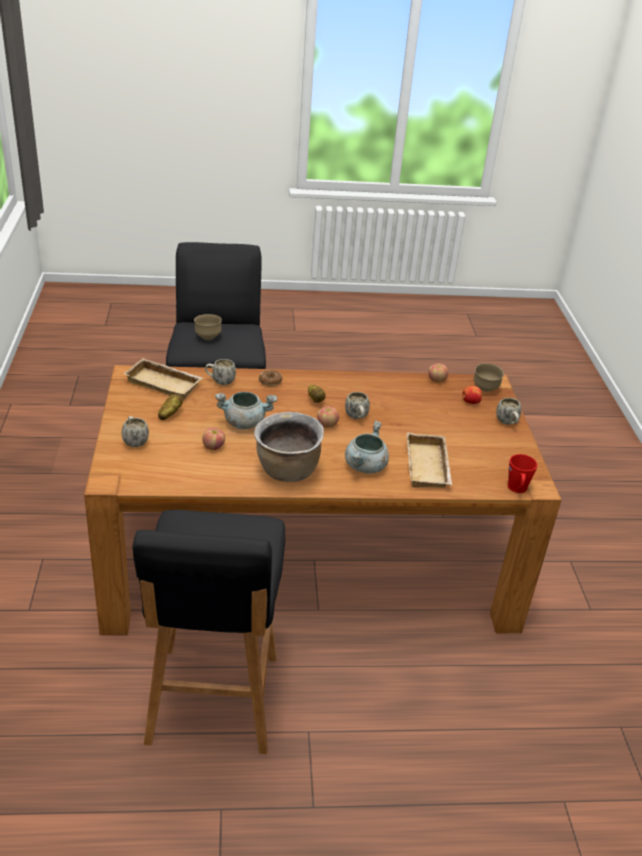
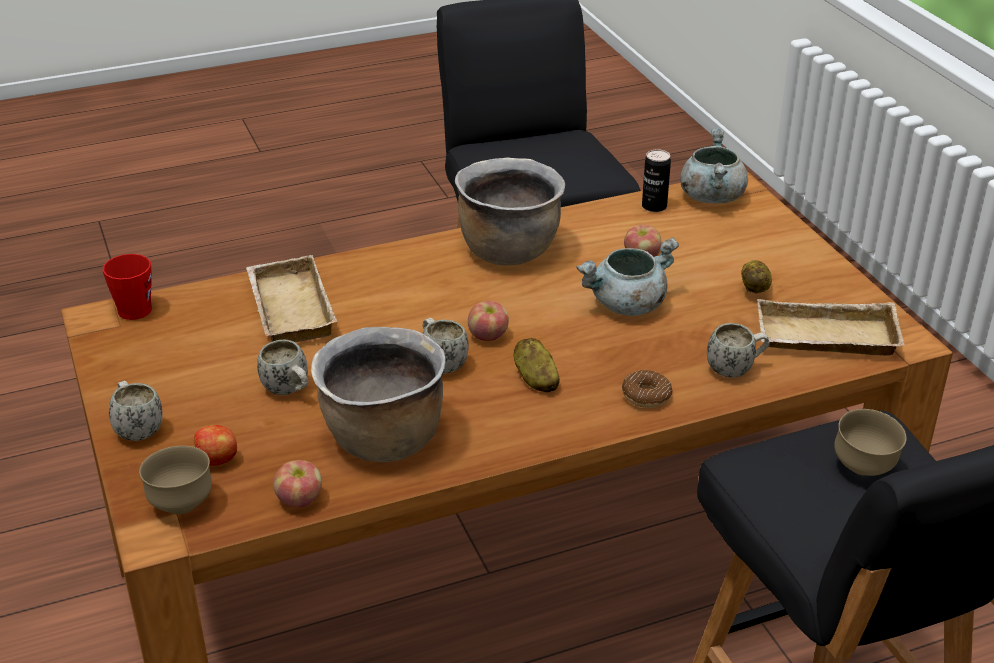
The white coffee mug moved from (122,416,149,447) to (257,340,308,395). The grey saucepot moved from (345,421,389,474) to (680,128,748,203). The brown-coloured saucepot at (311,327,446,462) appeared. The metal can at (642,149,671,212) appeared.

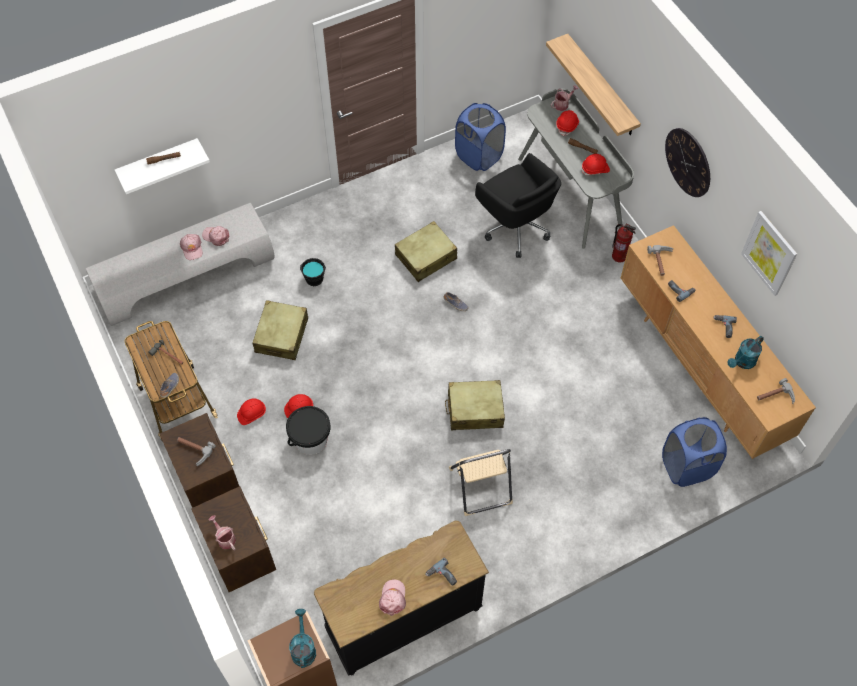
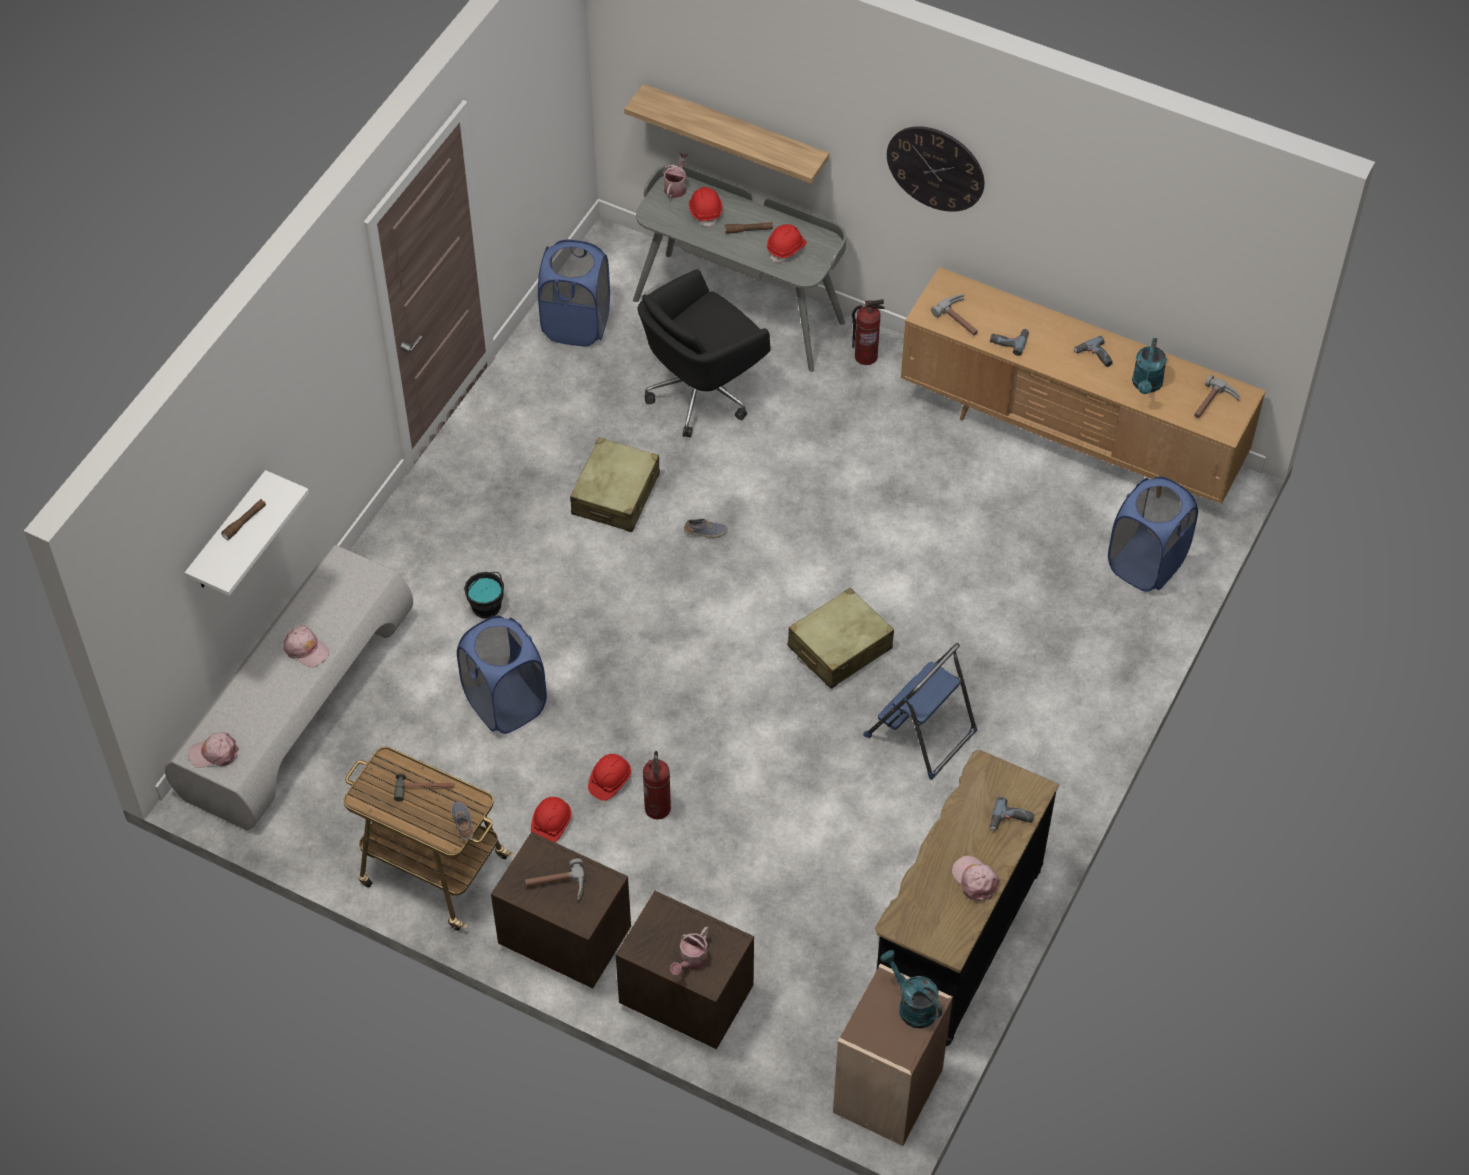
The pink baseball cap moved from (202,226,230,246) to (188,732,239,768). The watering can at (209,515,236,551) turned 75 degrees counterclockwise. The beige-coloured suitcase at (253,300,308,360) was replaced by the blue hamper at (457,616,547,734). The black-coloured bucket at (286,406,331,455) was replaced by the extinguisher at (643,751,671,820). The beige-coloured stepladder at (449,449,513,516) became the blue stepladder at (863,643,977,780). The black-coloured office chair at (475,153,561,258) turned 120 degrees clockwise. The picture at (741,211,797,296) disappeared.

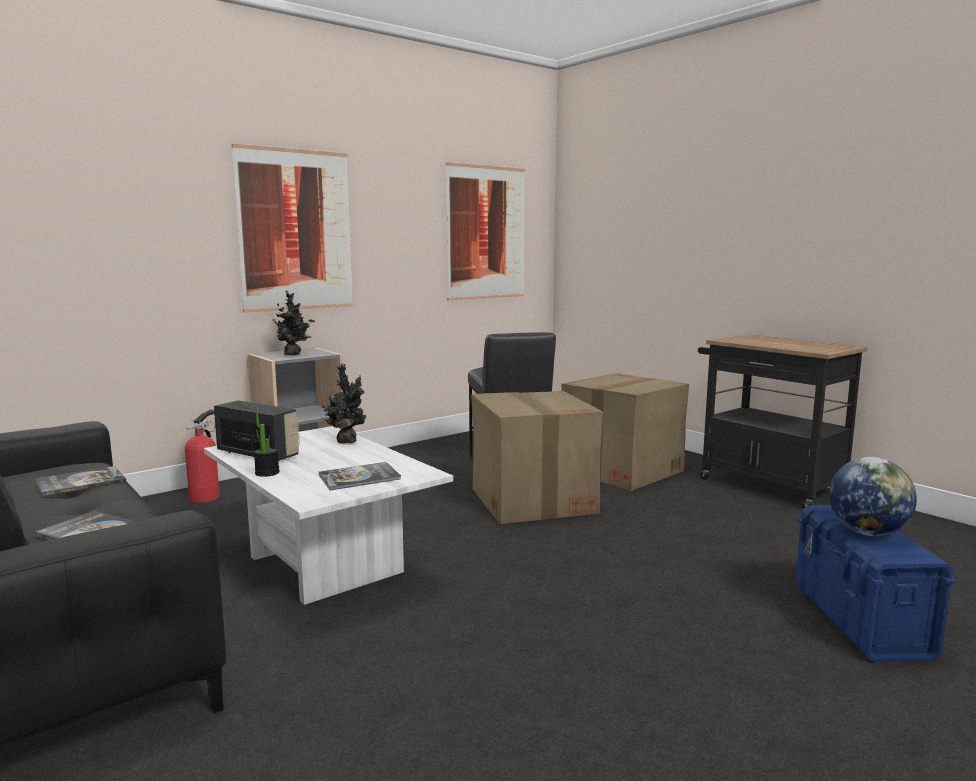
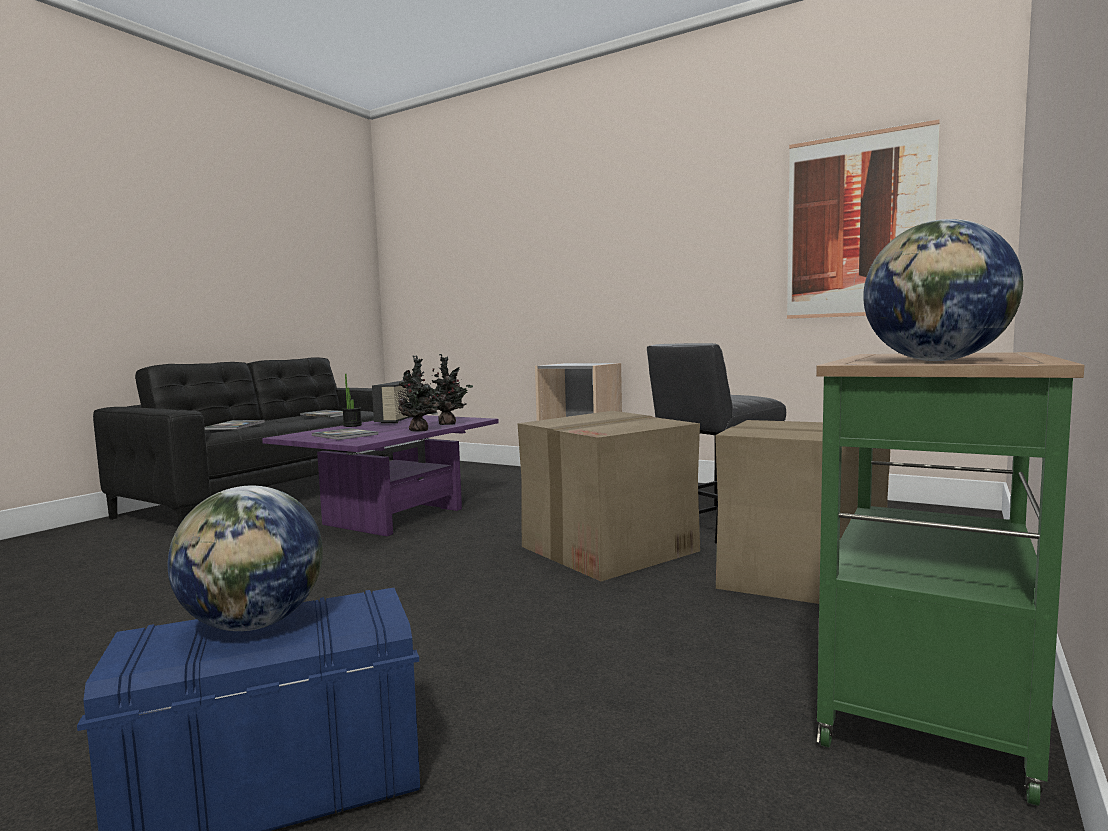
The extinguisher at (185,410,220,503) disappeared. The white low table at (204,426,453,605) became the purple low table at (262,415,499,536). The picture at (232,144,353,313) disappeared. The potted plant moved from (269,291,315,355) to (398,355,439,432). The black-coloured trolley at (698,334,868,509) became the greenish trolley at (816,352,1085,806). The world globe at (863,219,1023,361) appeared.

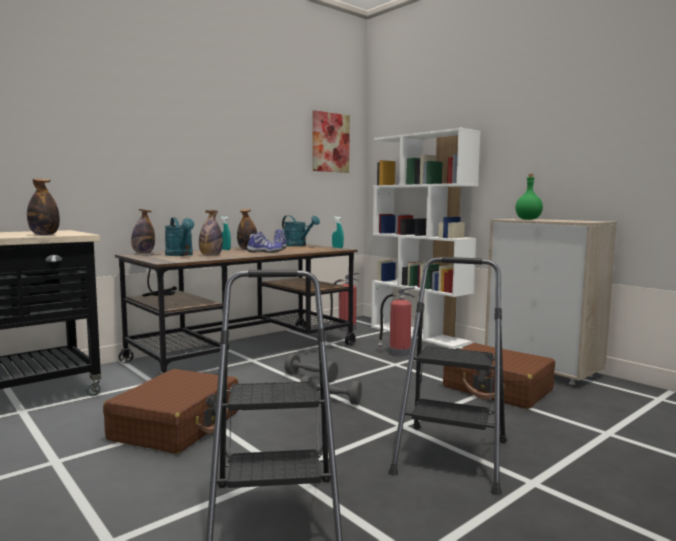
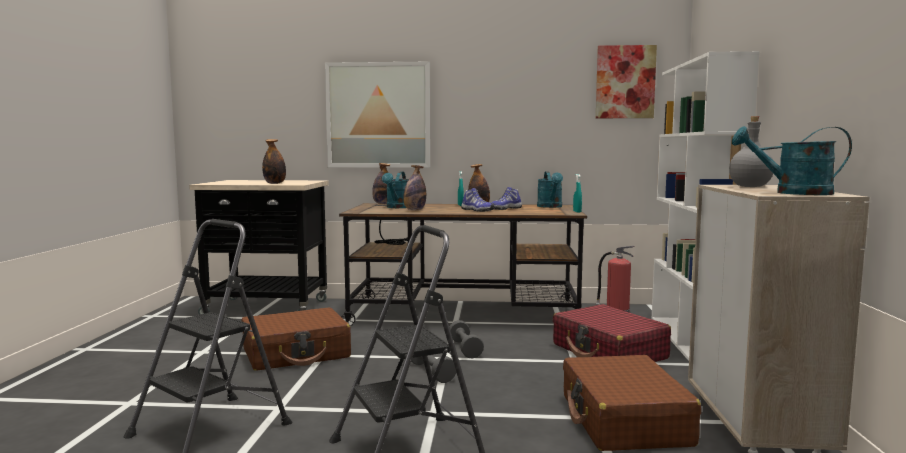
The extinguisher at (378,287,415,356) was replaced by the reddish suitcase at (553,304,671,362). The greenish beverage bottle at (515,174,543,220) became the grey beverage bottle at (729,116,773,187). The picture at (325,62,430,168) appeared. The blue-green watering can at (732,126,852,195) appeared.

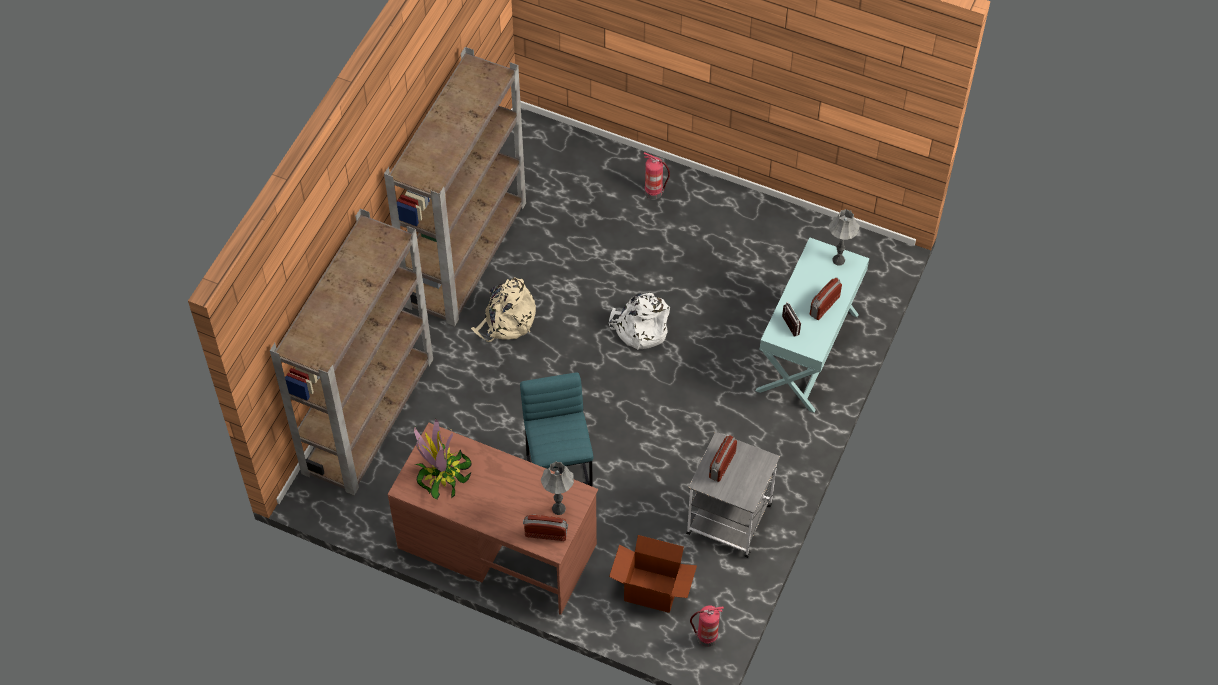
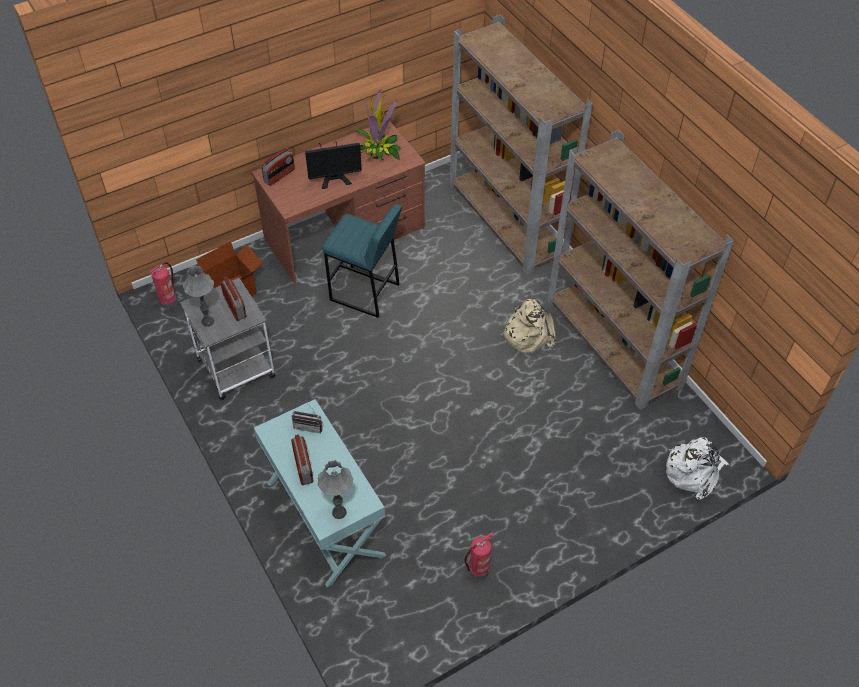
The grey tabletop lamp moved from (541,461,574,515) to (183,266,214,327). The white rucksack moved from (609,293,670,350) to (666,437,729,500). The extinguisher moved from (643,152,670,199) to (464,532,494,580). The monitor at (305,141,362,189) appeared.

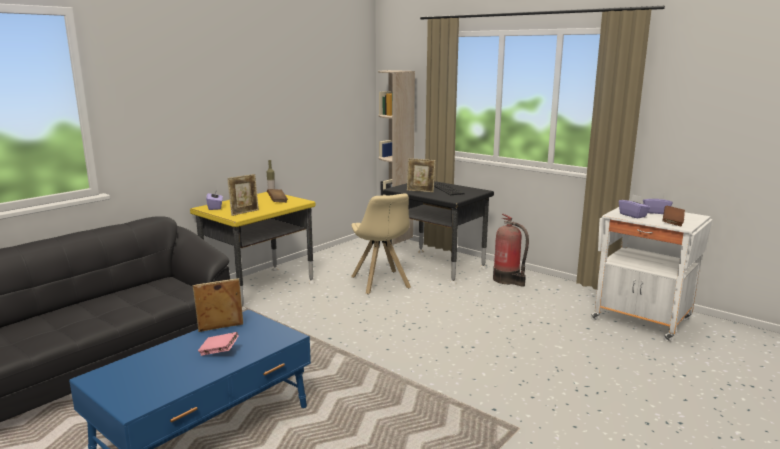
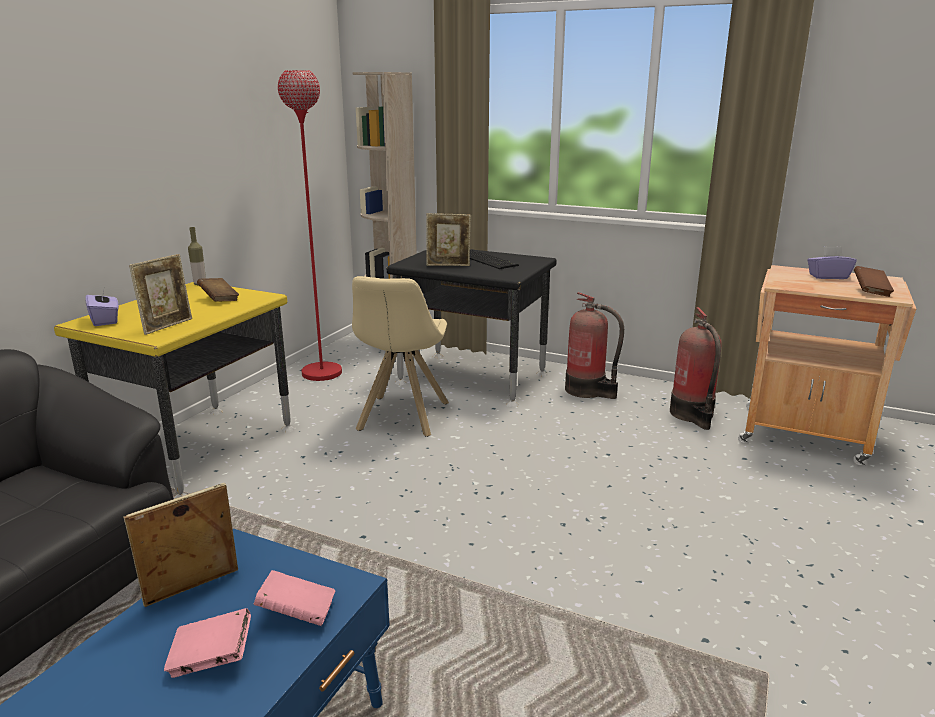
The beige-coloured chair at (351,193,411,294) turned 45 degrees clockwise. The white trolley at (591,207,713,341) became the brown-coloured trolley at (738,265,916,465). The purple tissue box at (619,194,650,218) disappeared. The pink bound book at (254,570,336,626) appeared. The reddish floor lamp at (278,70,342,381) appeared. The extinguisher at (670,307,722,430) appeared.

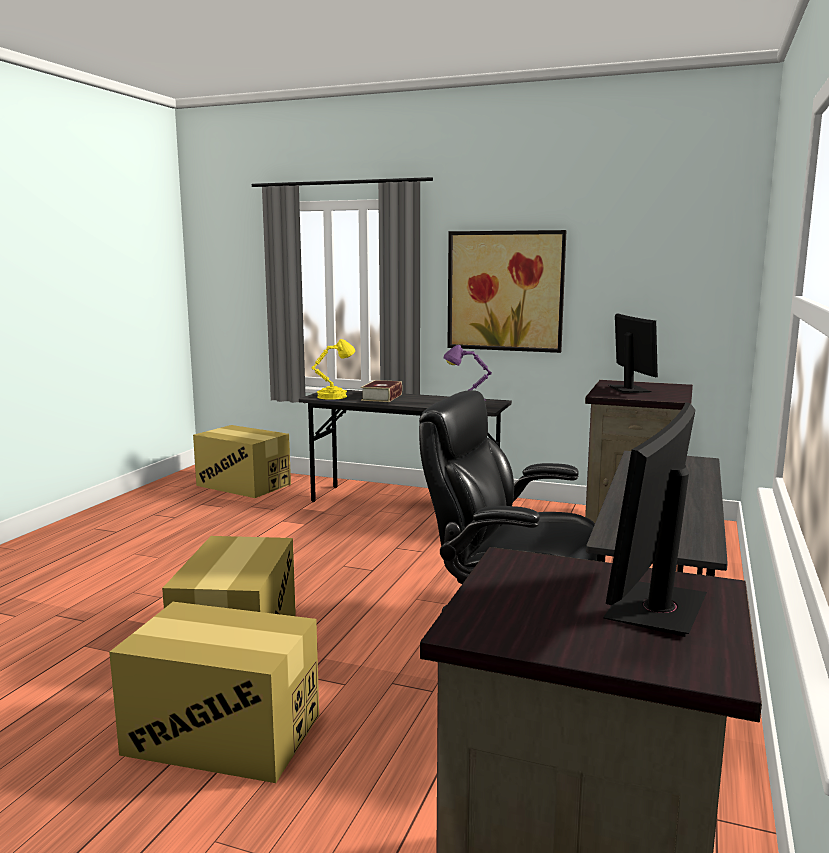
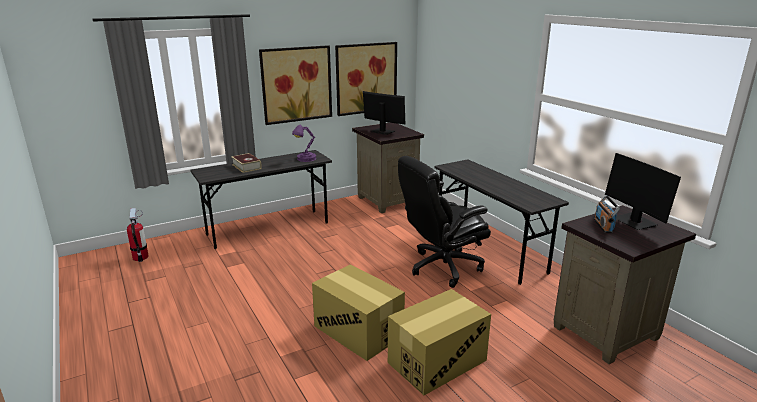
The carton at (193,425,291,498) was replaced by the extinguisher at (127,208,149,262). The yellow-coloured tabletop lamp at (311,339,355,400) disappeared. The picture at (335,42,397,116) appeared. The radio set at (594,195,620,233) appeared.

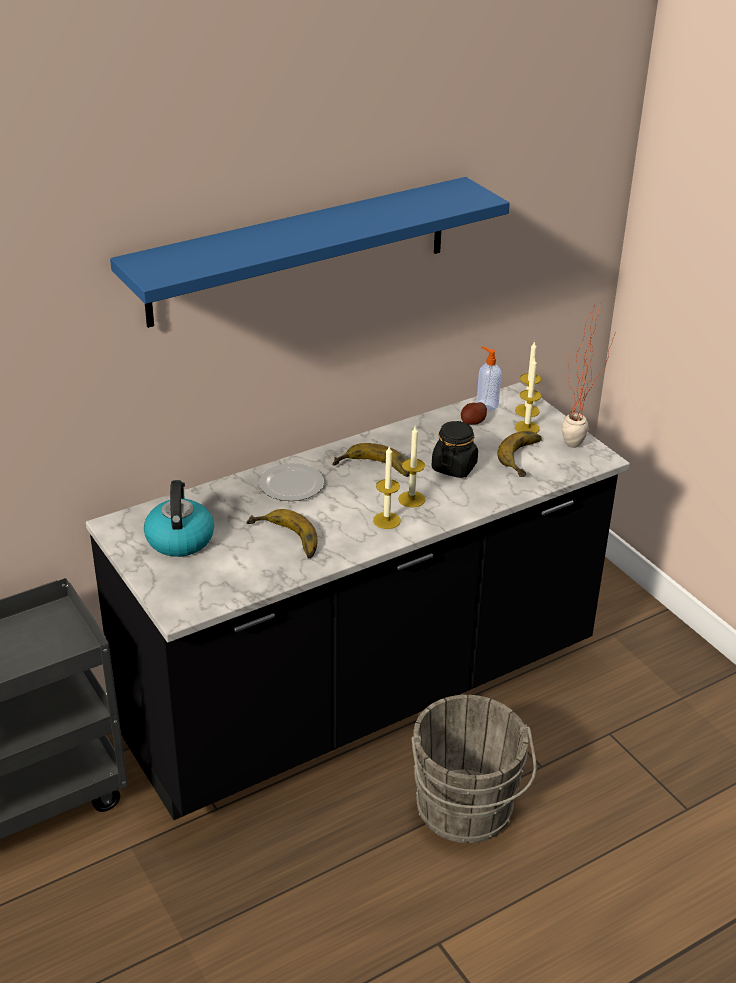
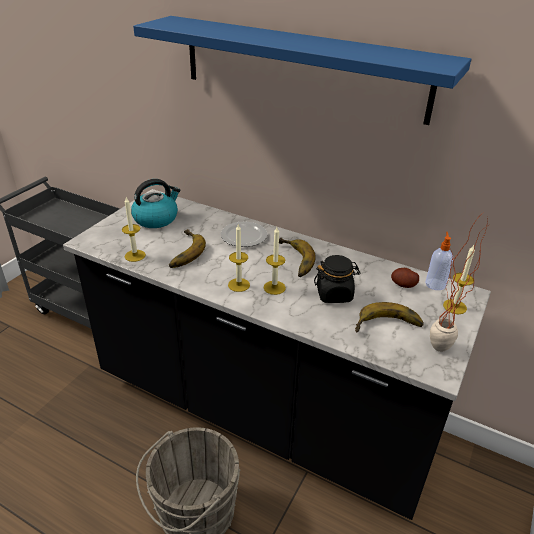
The candle moved from (515,357,541,433) to (122,197,146,262).

